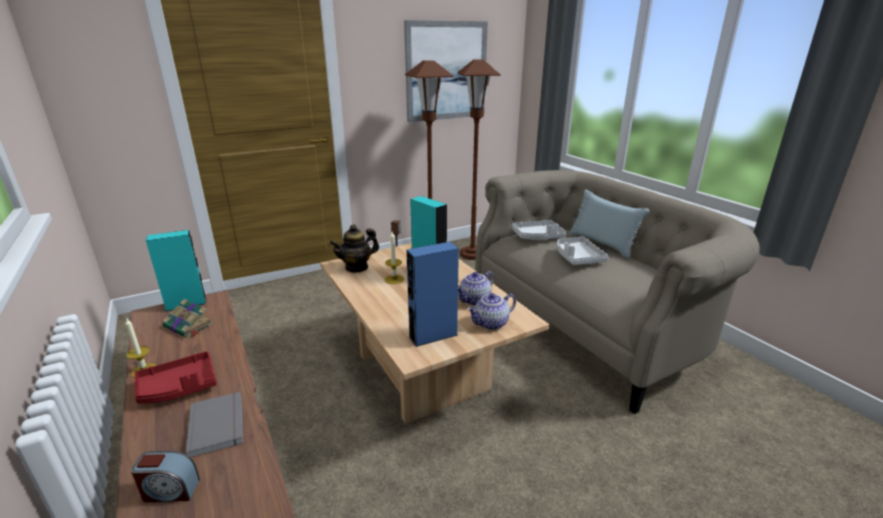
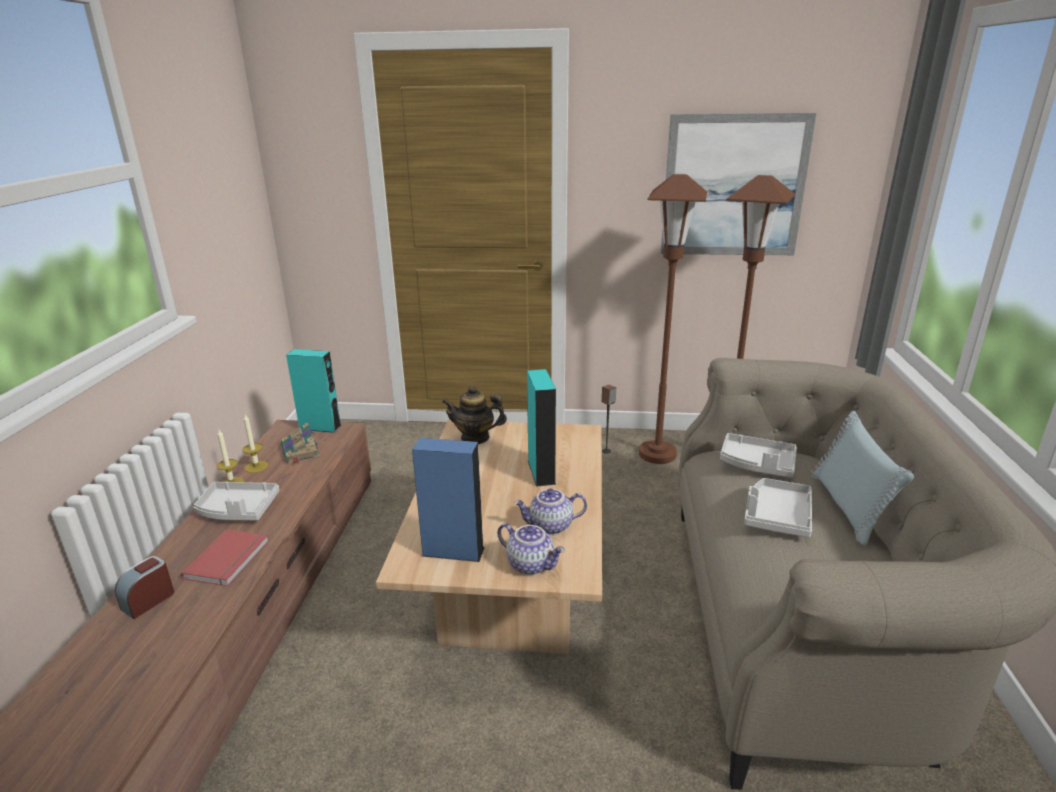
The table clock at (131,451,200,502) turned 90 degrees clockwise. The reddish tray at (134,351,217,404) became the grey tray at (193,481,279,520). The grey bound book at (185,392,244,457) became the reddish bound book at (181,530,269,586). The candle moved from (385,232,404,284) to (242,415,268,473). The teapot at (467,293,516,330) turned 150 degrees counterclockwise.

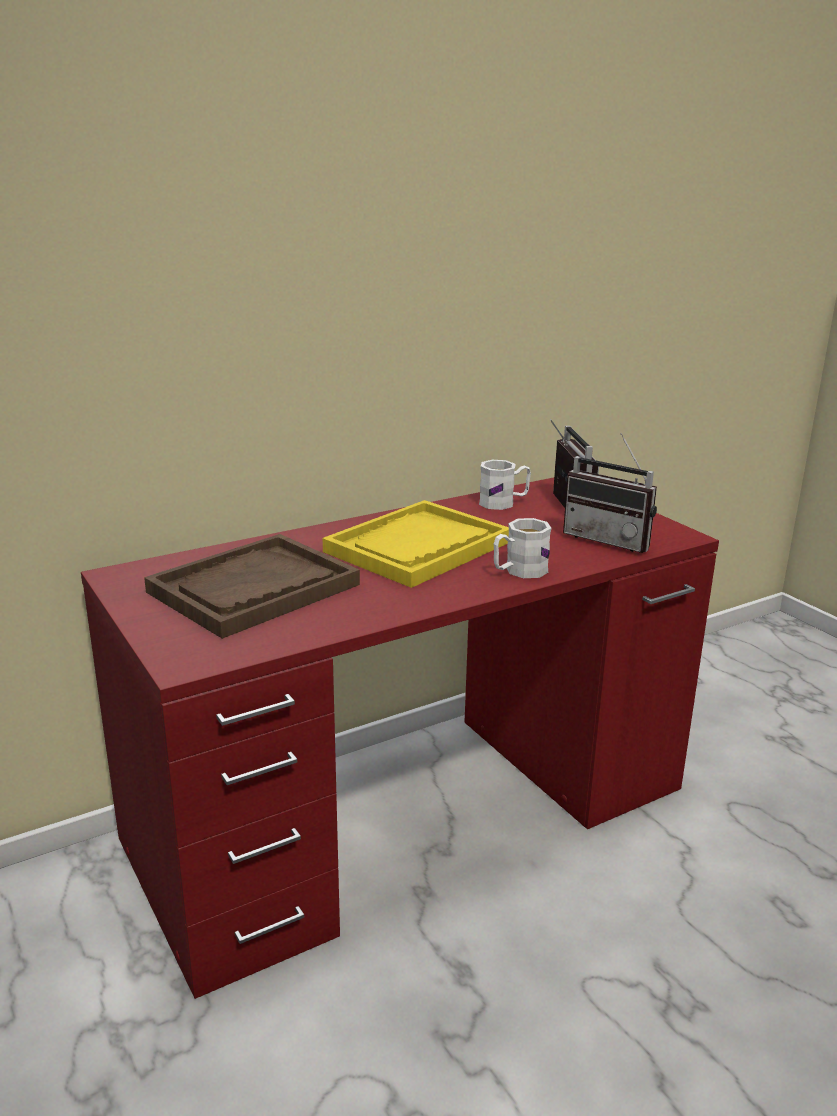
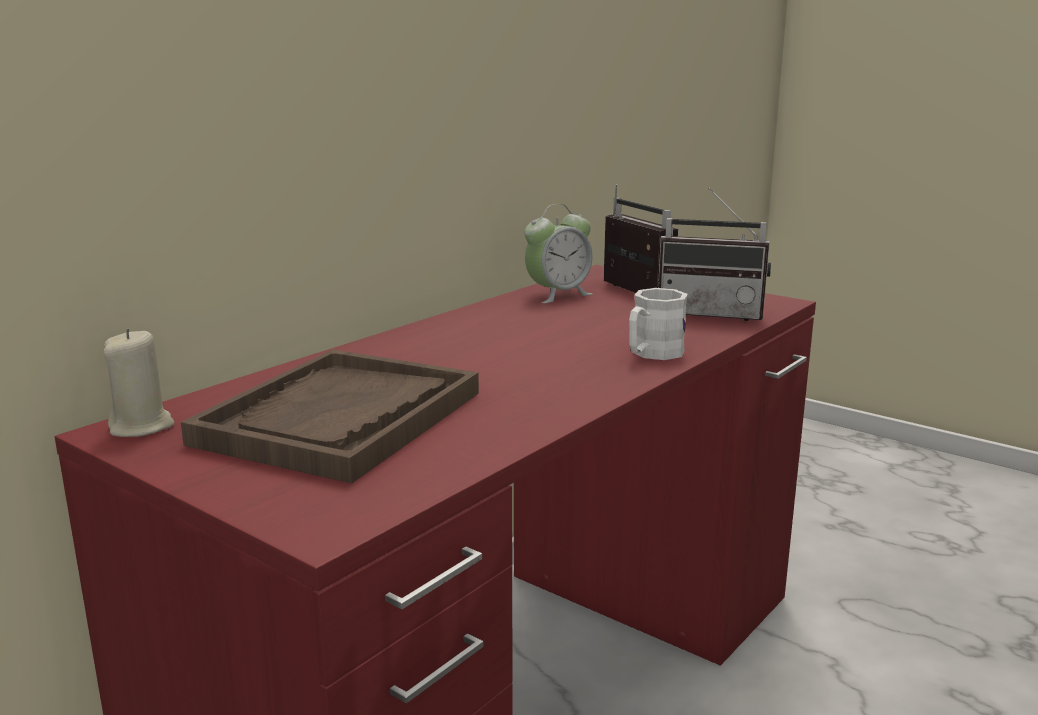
The yellow-coloured tray at (323,500,509,588) disappeared. The white coffee mug at (479,460,531,510) was replaced by the table clock at (524,204,593,303). The beige-coloured candle at (103,329,174,437) appeared.

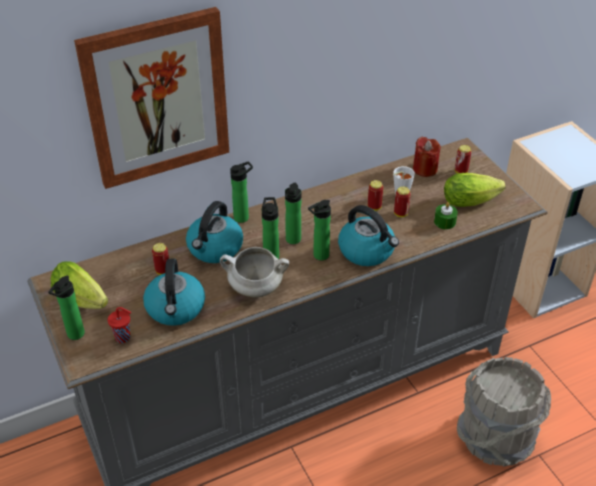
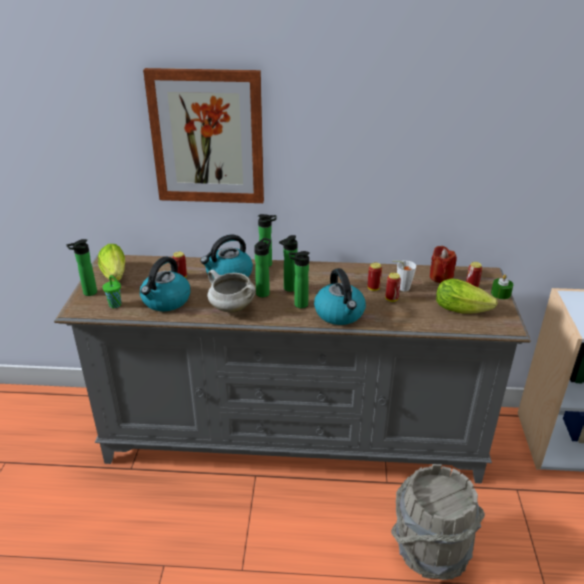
The reddish drinking cup at (108,307,131,343) became the greenish drinking cup at (103,275,121,308). The greenish candle moved from (434,202,458,229) to (491,274,513,300).

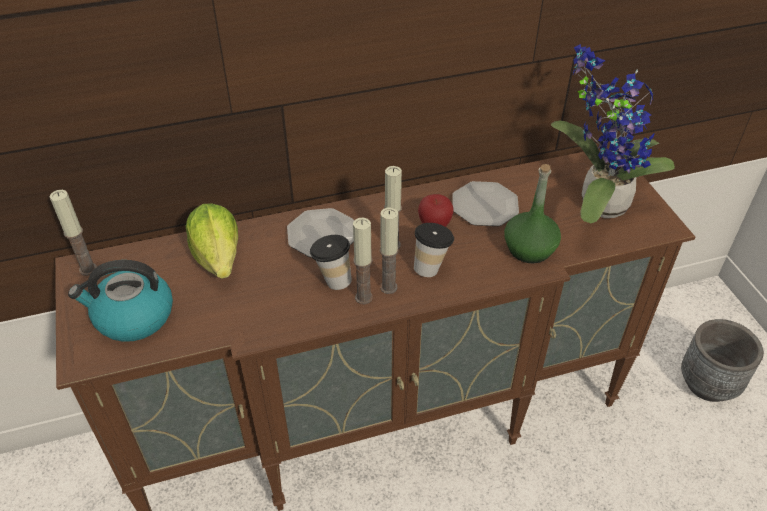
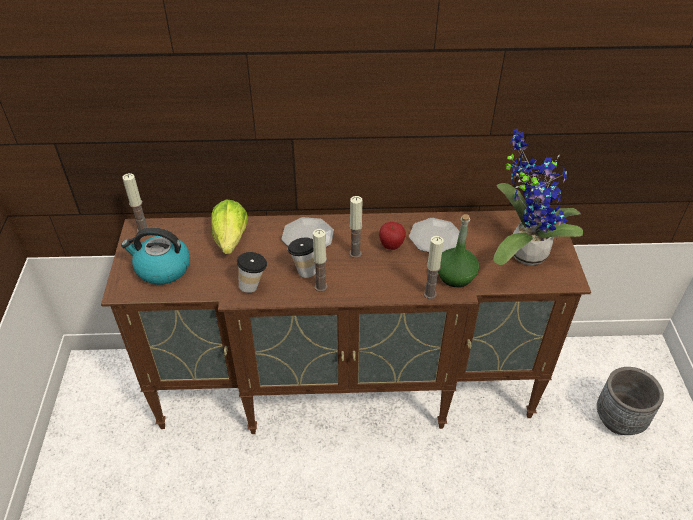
The candle moved from (380,208,399,294) to (424,236,444,299). The drinking cup moved from (414,223,454,277) to (237,252,267,293).

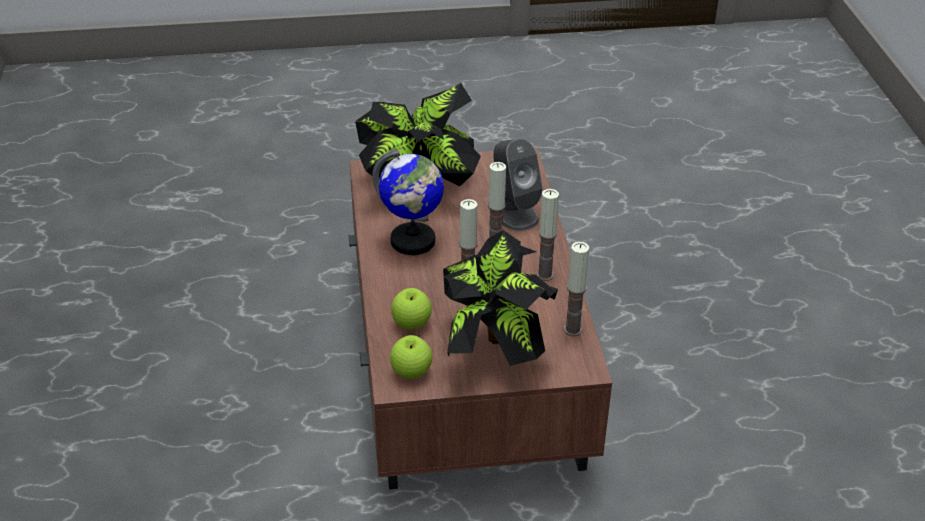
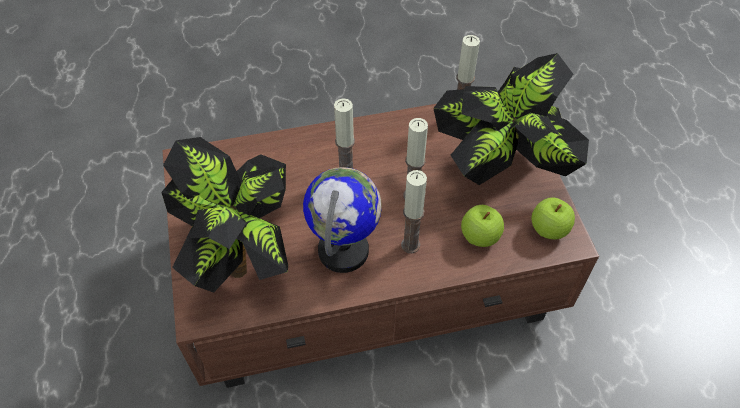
The grey speaker at (493,139,543,231) disappeared. The candle moved from (536,189,559,281) to (401,170,427,253).

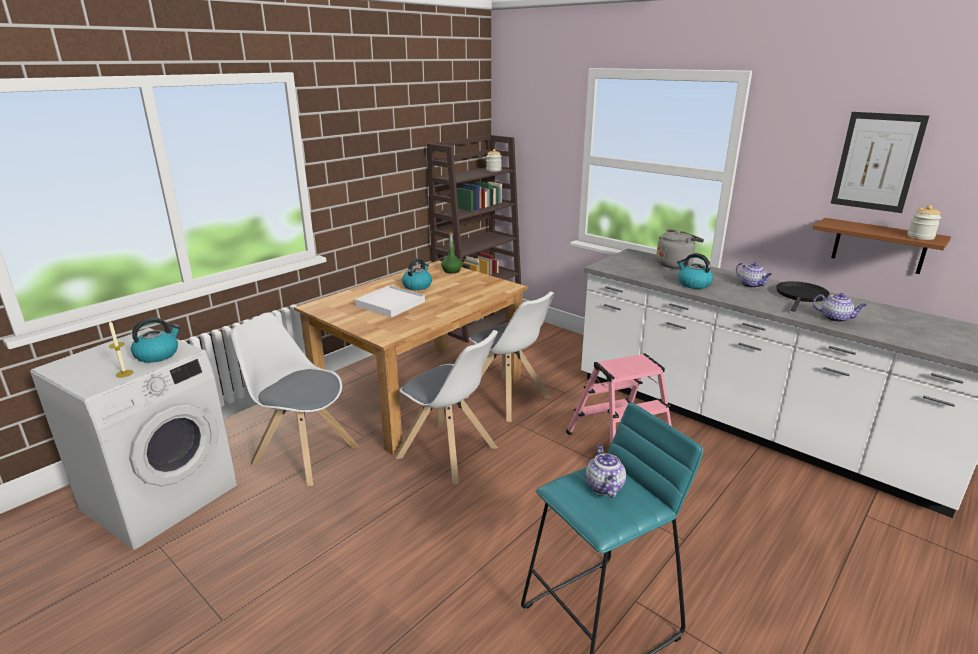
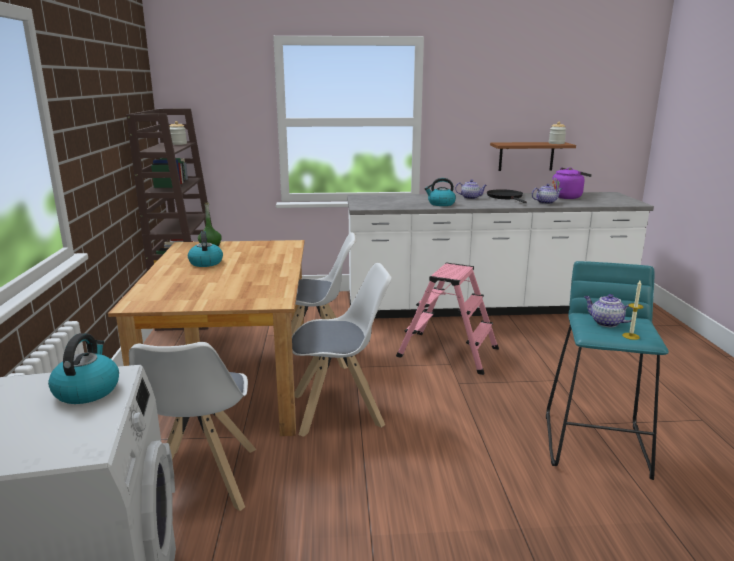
The candle moved from (109,321,133,378) to (622,280,643,340). The chair at (231,313,359,486) turned 75 degrees counterclockwise. The white tray at (355,285,425,317) disappeared. The grey tea kettle at (656,229,704,269) disappeared. The picture at (831,112,929,213) disappeared. The purple tea kettle at (552,167,592,199) appeared.

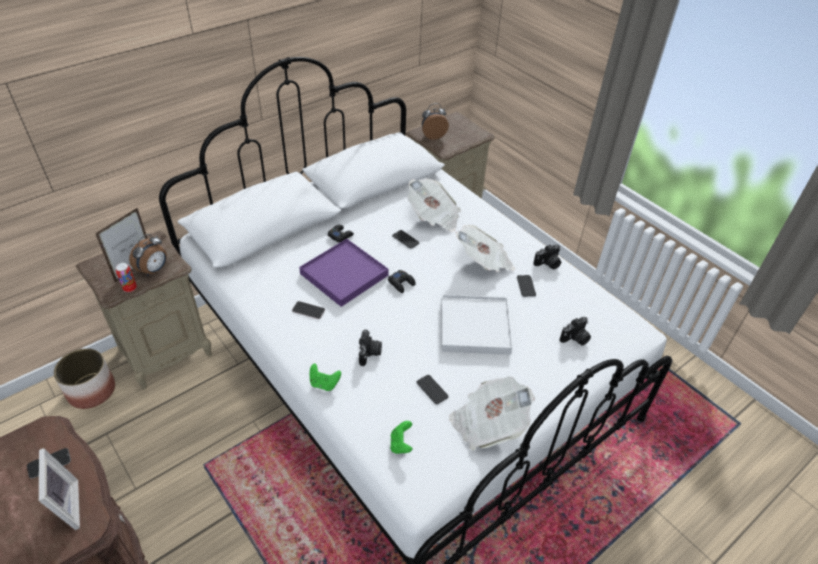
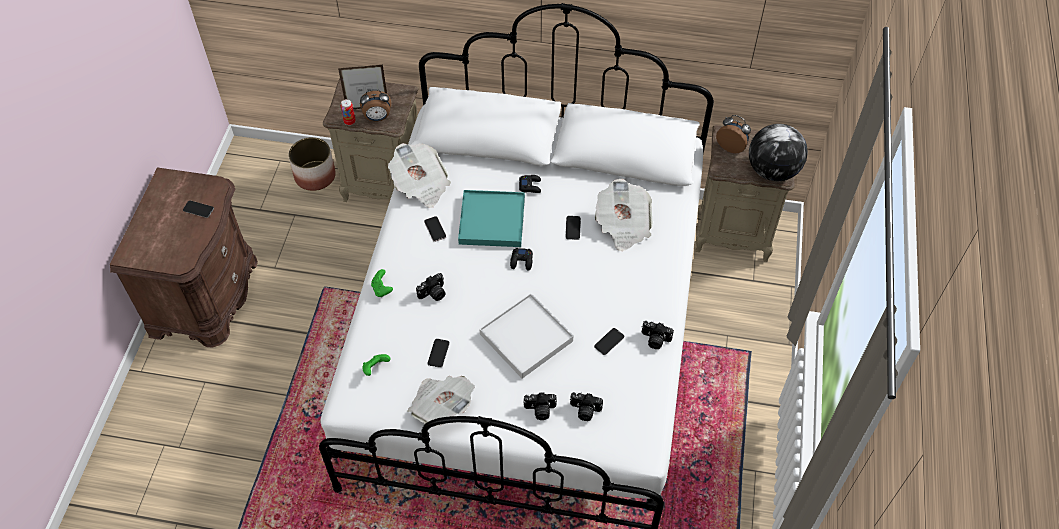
The photo frame at (39,448,80,530) disappeared. The purple tray at (299,239,388,307) became the blue-green tray at (458,190,525,247). The printed paper moved from (455,225,515,272) to (388,143,451,208). The still camera at (523,392,557,420) appeared. The world globe at (749,124,808,181) appeared.

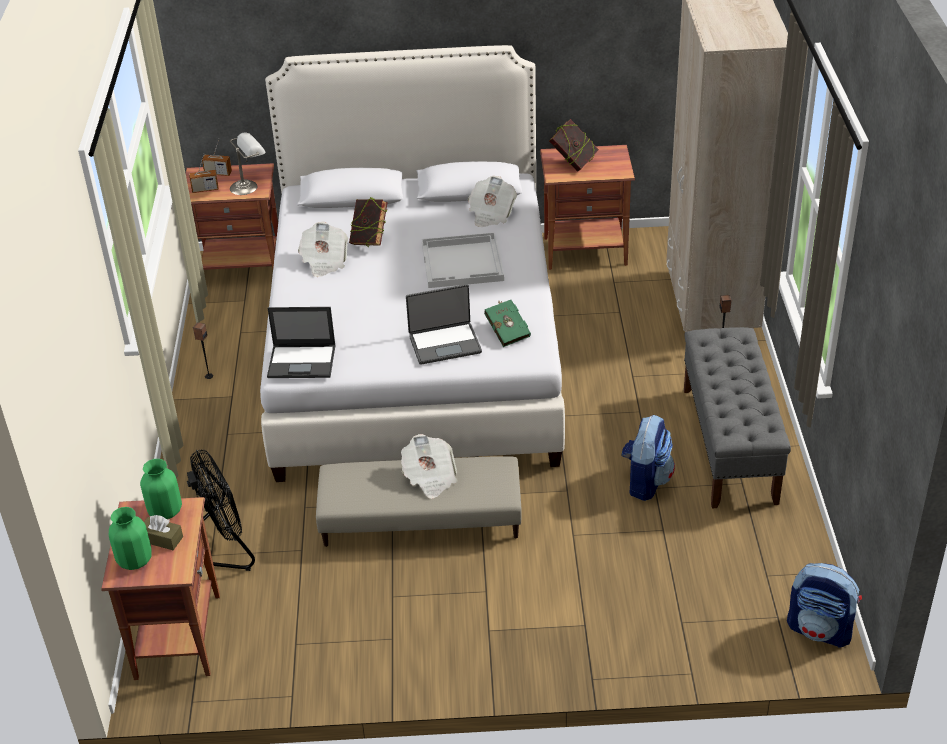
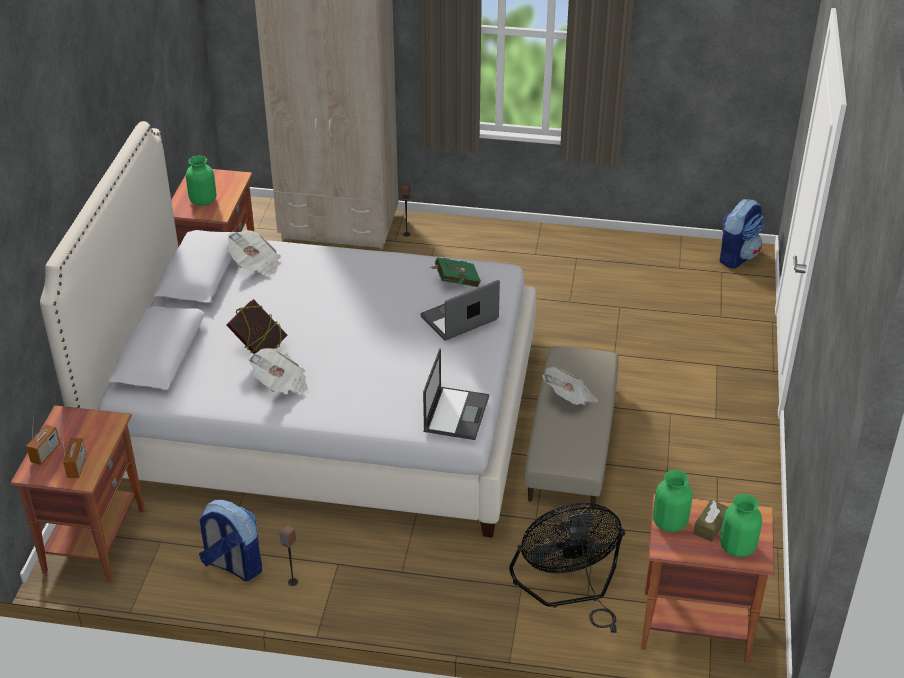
The white tabletop lamp at (230,133,265,195) disappeared. The notebook computer at (406,284,482,365) turned 120 degrees counterclockwise. The white tray at (422,232,504,288) disappeared. The bound book at (549,119,599,172) was replaced by the greenish flower vase at (186,156,216,206). The rucksack moved from (621,415,675,501) to (199,500,262,581). The grey indoor bench at (684,327,791,508) disappeared.

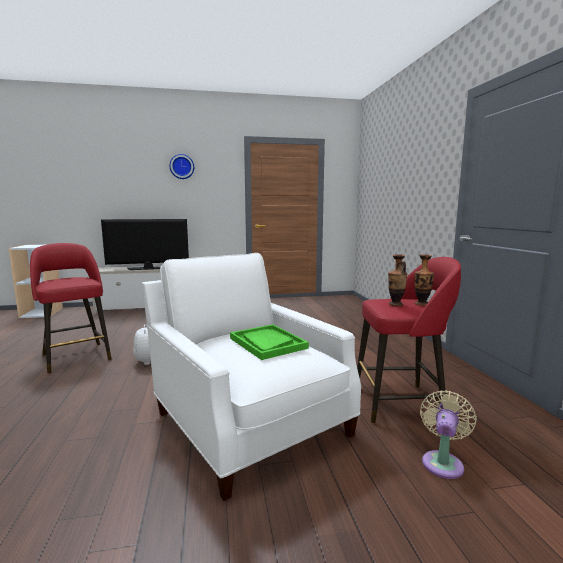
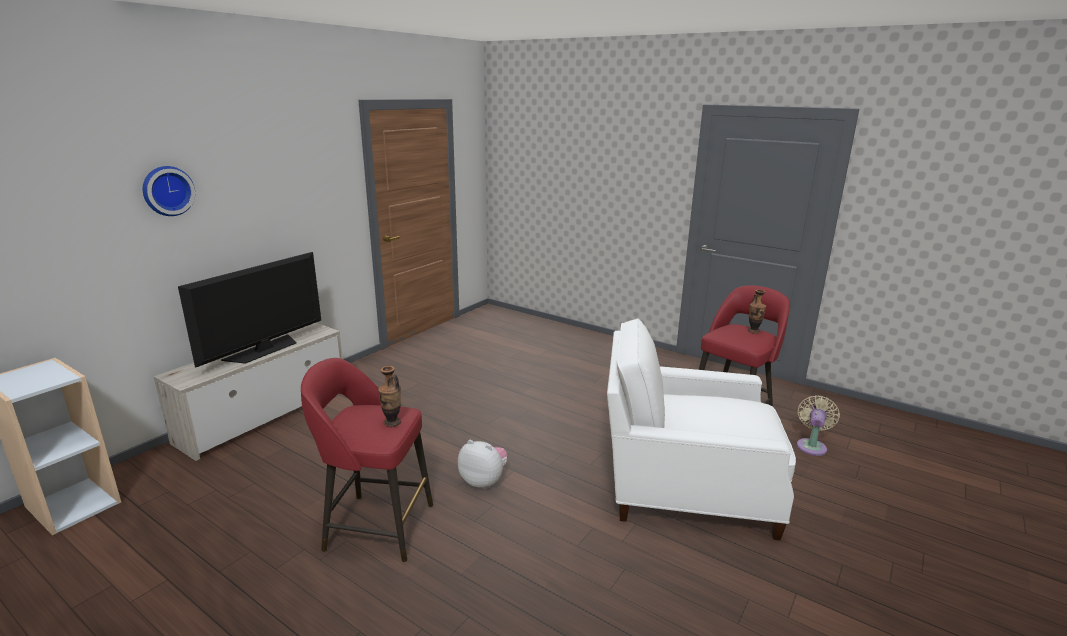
The hanging clock moved from (169,154,194,179) to (143,166,195,216). The greenish tray at (230,324,309,360) disappeared. The flower vase moved from (388,254,407,306) to (378,366,401,427). The beige-coloured electric fan at (420,390,477,479) turned 45 degrees clockwise.

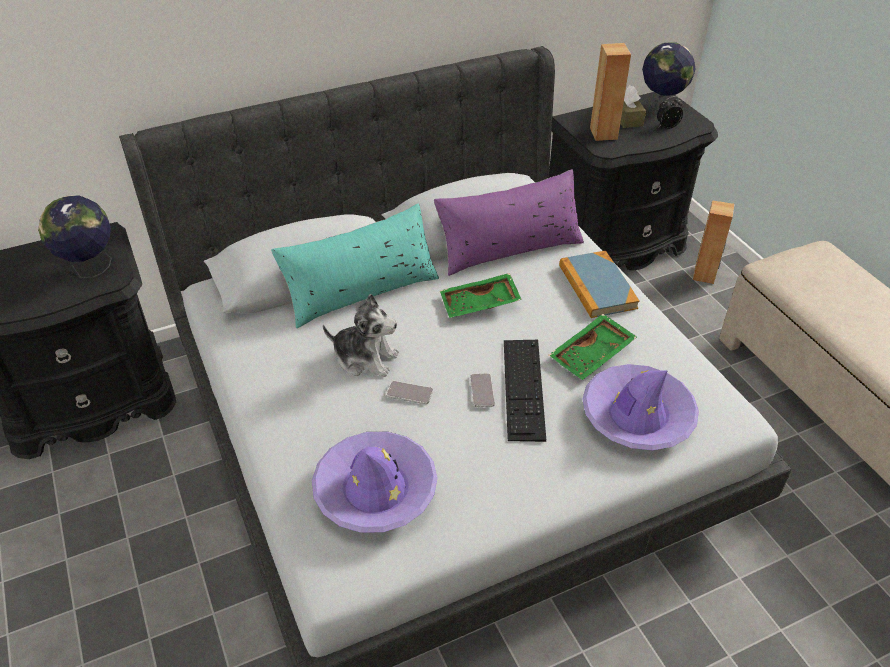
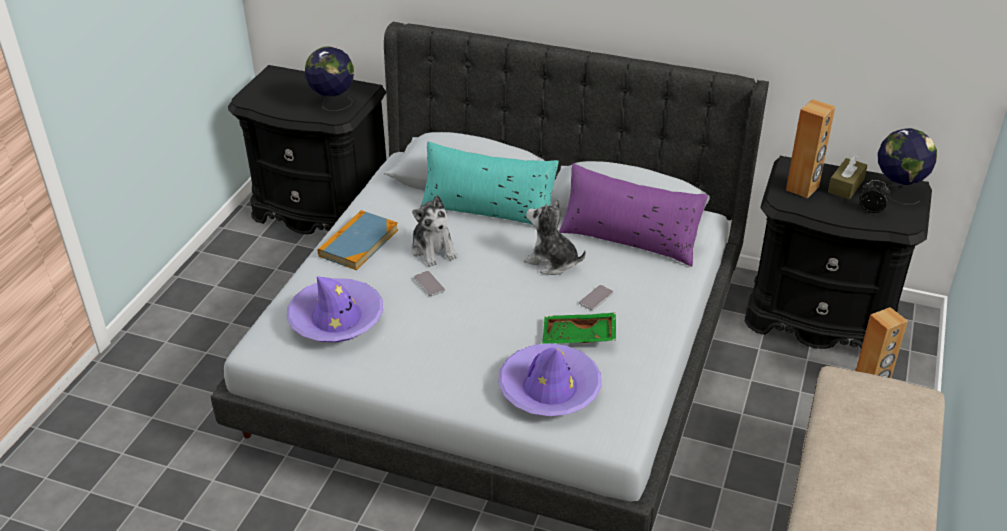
The greenish tray at (440,273,522,318) was replaced by the cuddly toy at (524,199,586,275). The phone moved from (470,373,495,407) to (579,285,614,310). The computer keyboard at (504,340,546,442) disappeared. The bound book moved from (559,251,640,318) to (318,210,398,270).

